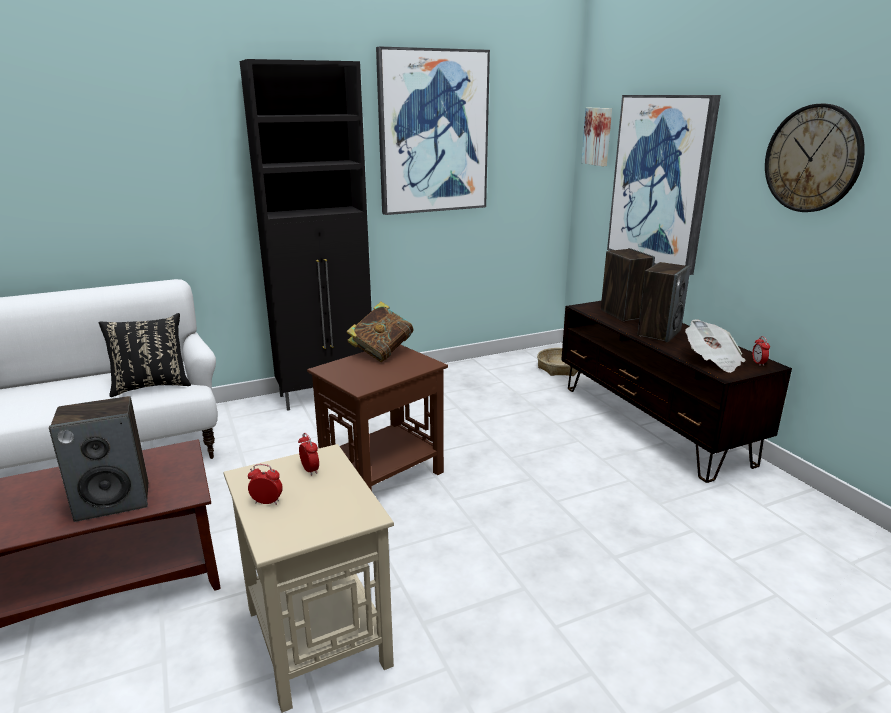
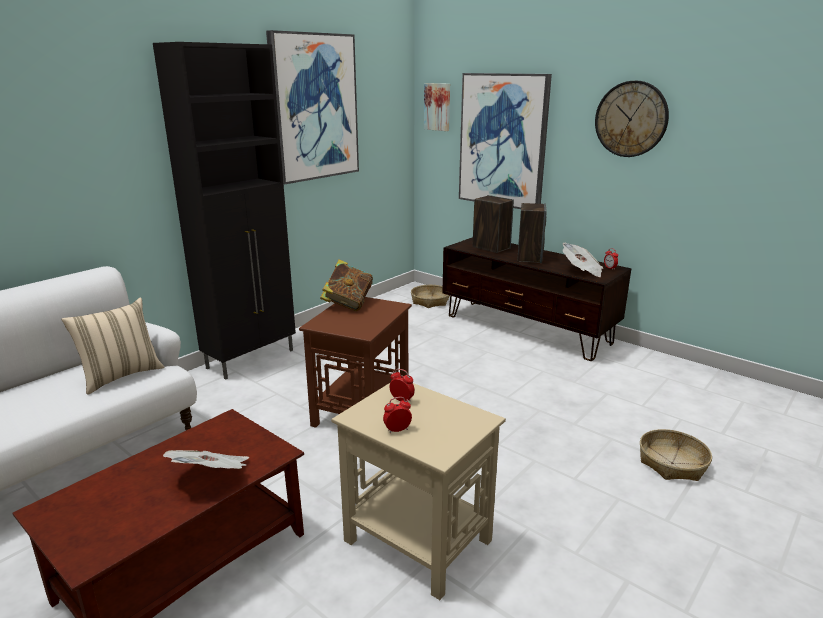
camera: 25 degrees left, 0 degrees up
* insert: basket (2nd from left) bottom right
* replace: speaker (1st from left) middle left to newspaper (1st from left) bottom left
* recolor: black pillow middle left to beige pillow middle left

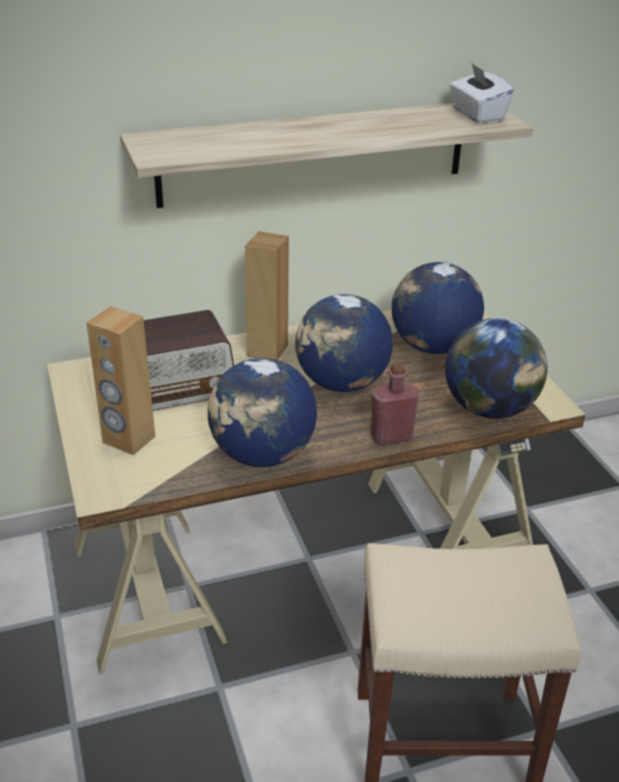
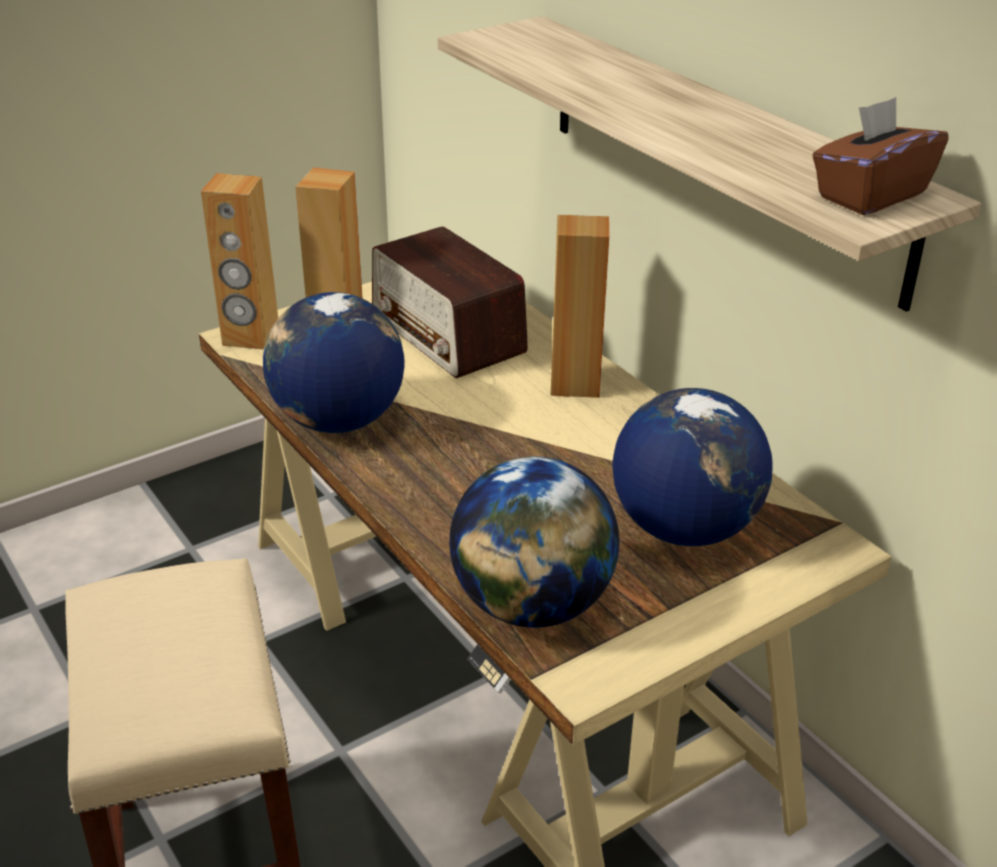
camera: 75 degrees right, 0 degrees up
* delete: globe (2nd from left) centre
* delete: red bottle centre
* insert: brown speaker (1st from left) top left
* recolor: white tissue box top right to brown tissue box top right

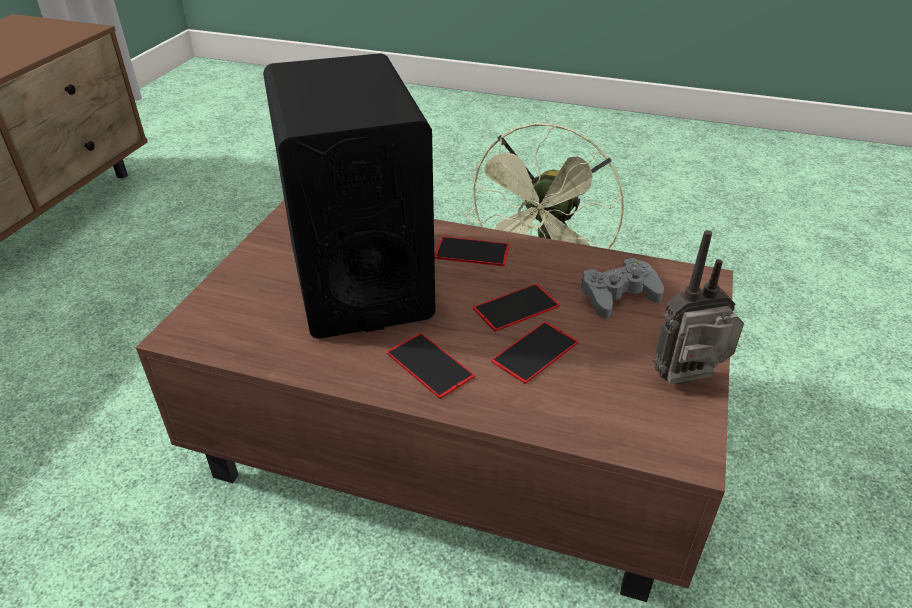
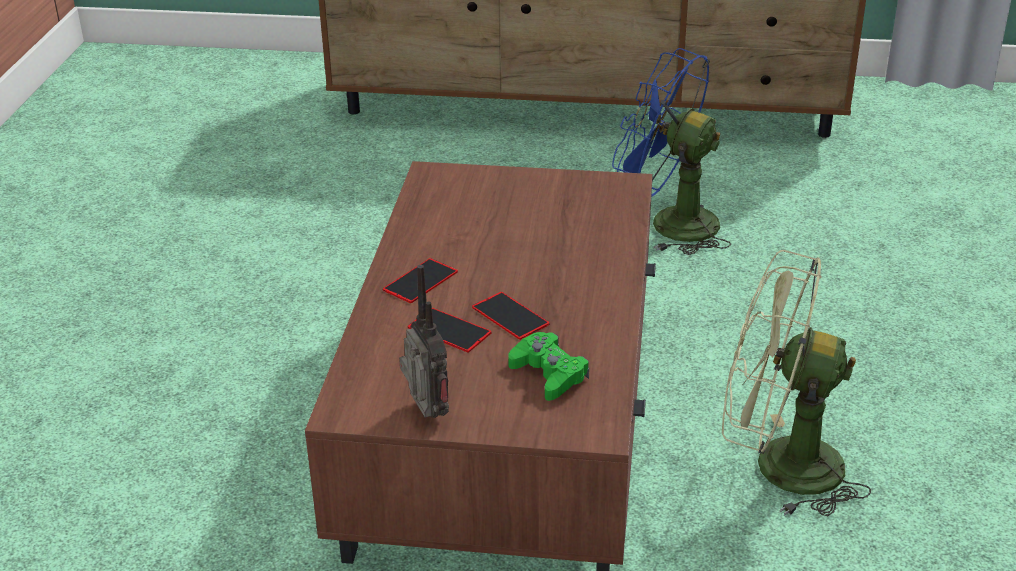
camera: 80 degrees right, 5 degrees down
* delete: black speaker top centre
* delete: phone (2nd from left) centre
* insert: blue fan top centre
* recolor: grey game controller middle right to green game controller centre

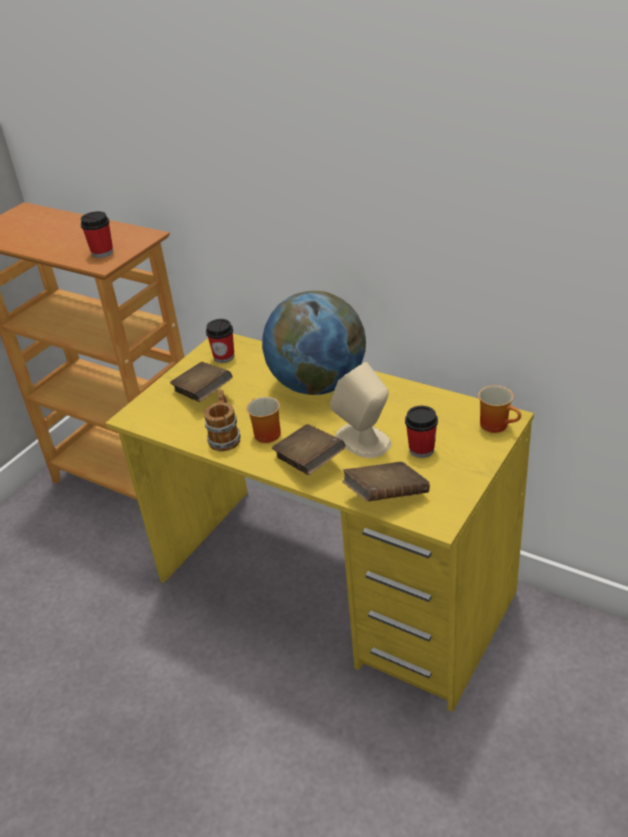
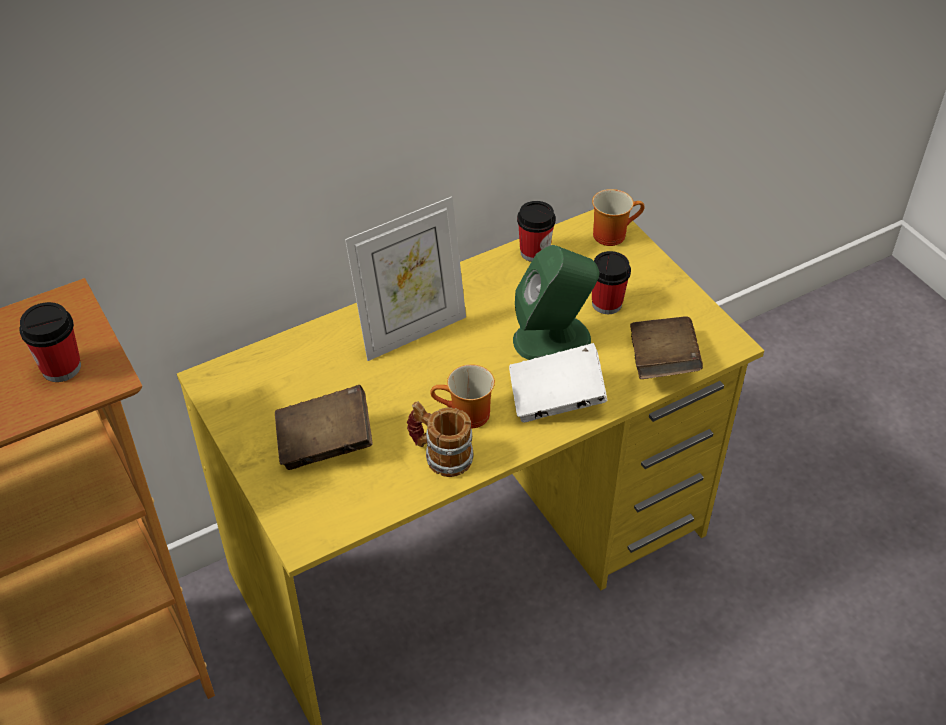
camera: 65 degrees left, 10 degrees up
* move: cup (2nd from left) centre to top centre
* replace: globe centre to picture frame centre
* recolor: brown book (2nd from left) centre to white book centre
* recolor: beige speaker centre to green speaker centre

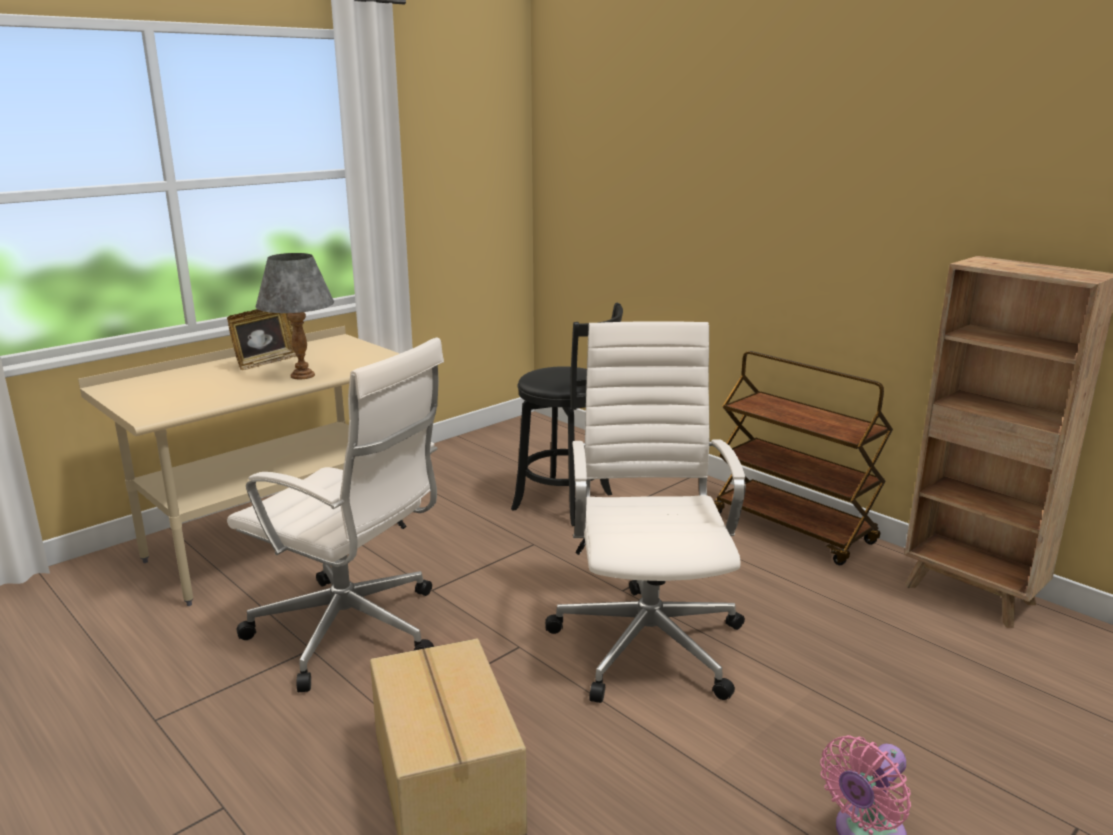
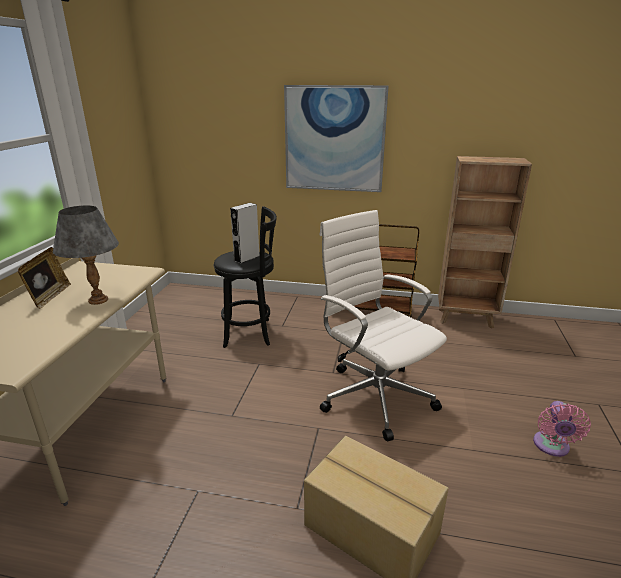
camera: 35 degrees left, 5 degrees up
* delete: white office chair (1st from left) middle left
* insert: grey speaker centre
* insert: picture top centre

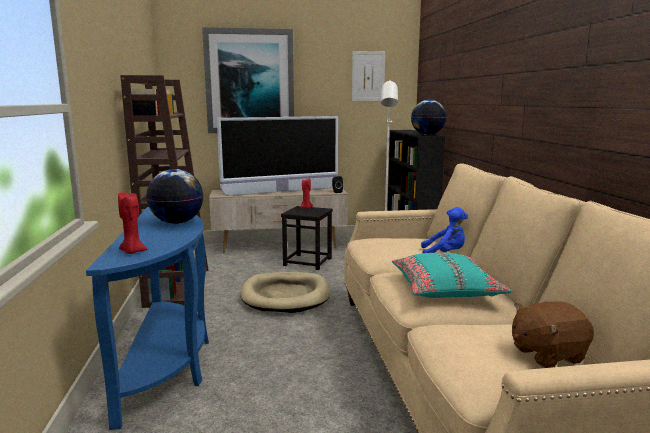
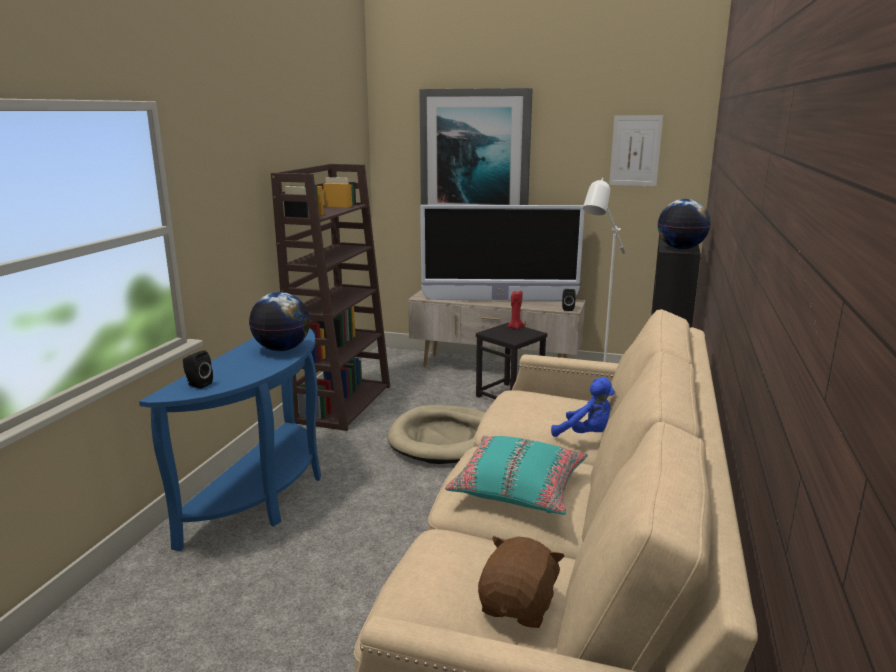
camera: 25 degrees right, 5 degrees up
* replace: red candle (1st from left) middle left to black speaker (1st from left) middle left
* rotate: brown plush toy bottom right = bottom centre 105 degrees clockwise

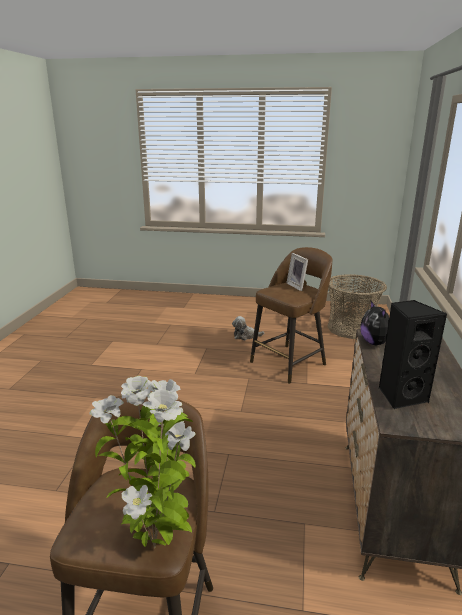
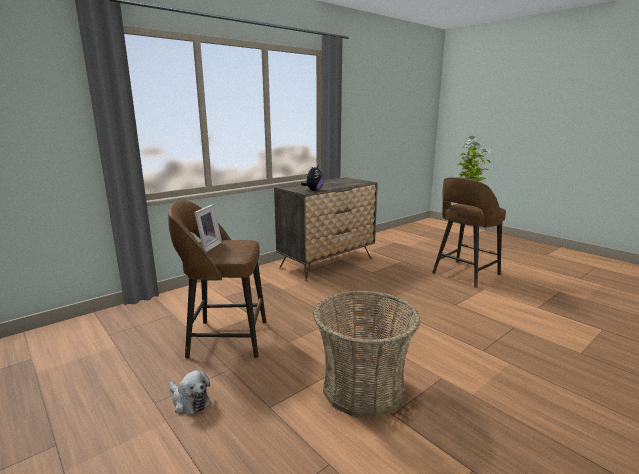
camera: 140 degrees left, 5 degrees down
* delete: black speaker middle right
* move: basket middle right to bottom centre

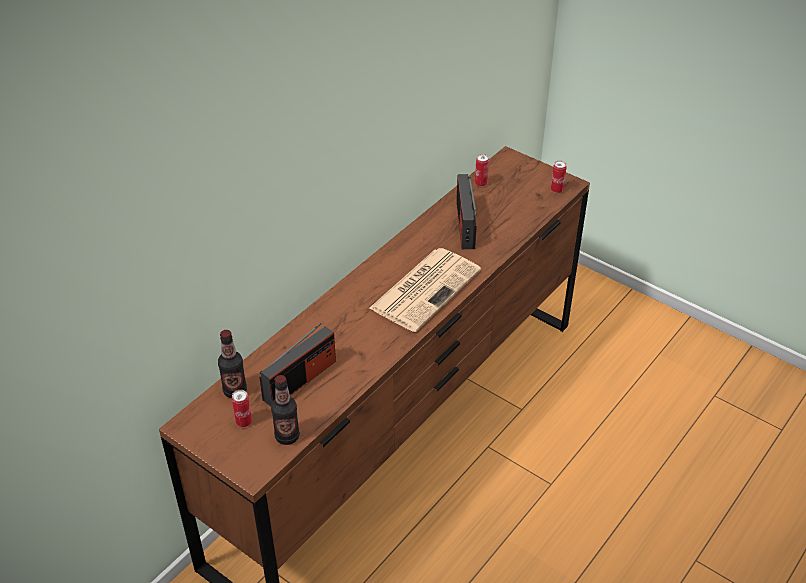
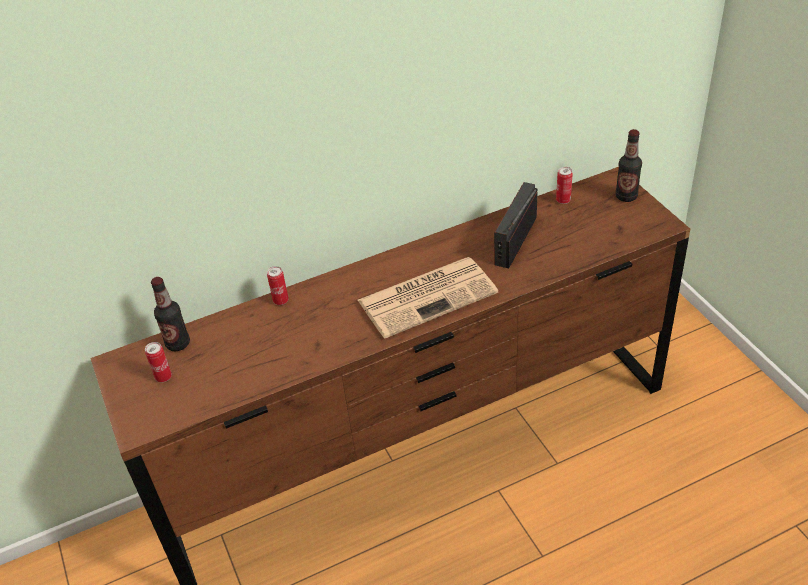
camera: 30 degrees right, 0 degrees up
* delete: radio (1st from left) centre
* move: bottle (2nd from left) bottom centre to top right
* move: can (3rd from left in the first image) top right to can (2nd from left) centre

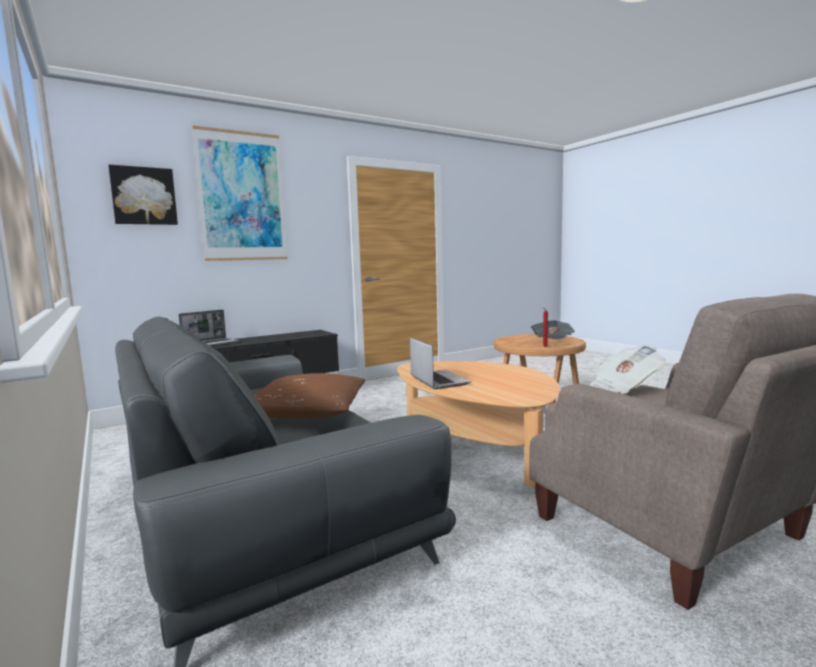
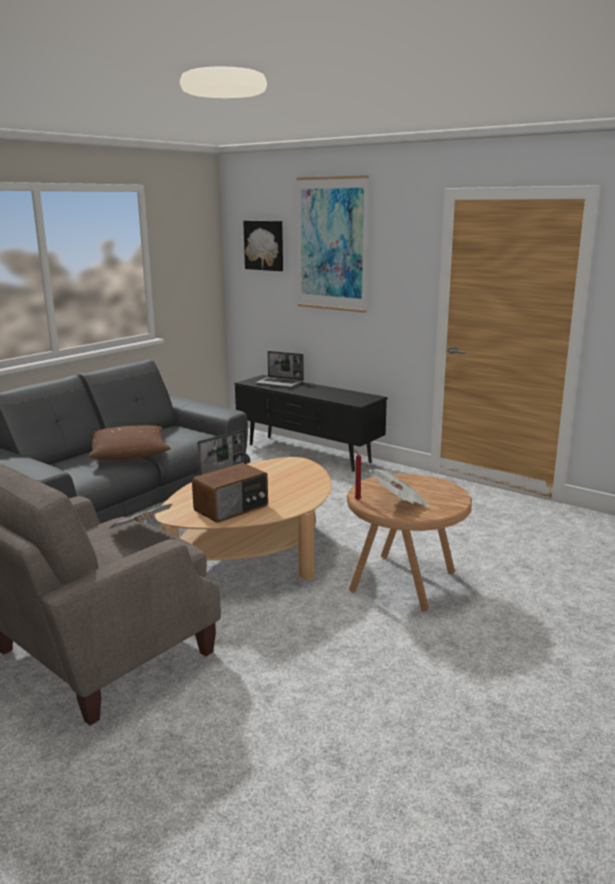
camera: 70 degrees right, 10 degrees up
* insert: radio centre

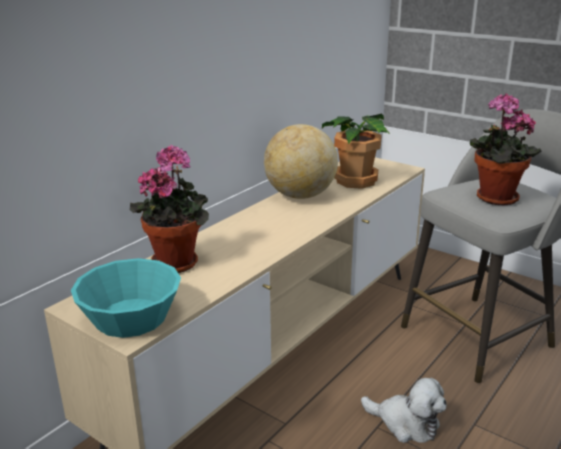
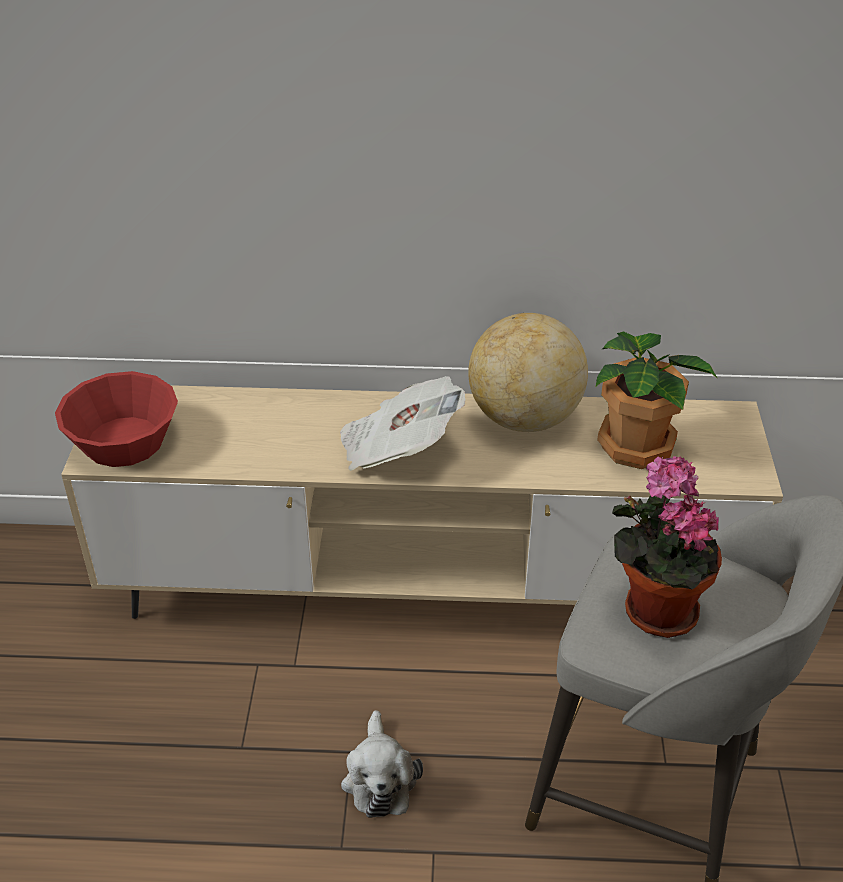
camera: 55 degrees right, 15 degrees up
* delete: potted plant (1st from left) middle left
* insert: newspaper centre
* recolor: turquoise bowl middle left to red bowl middle left

